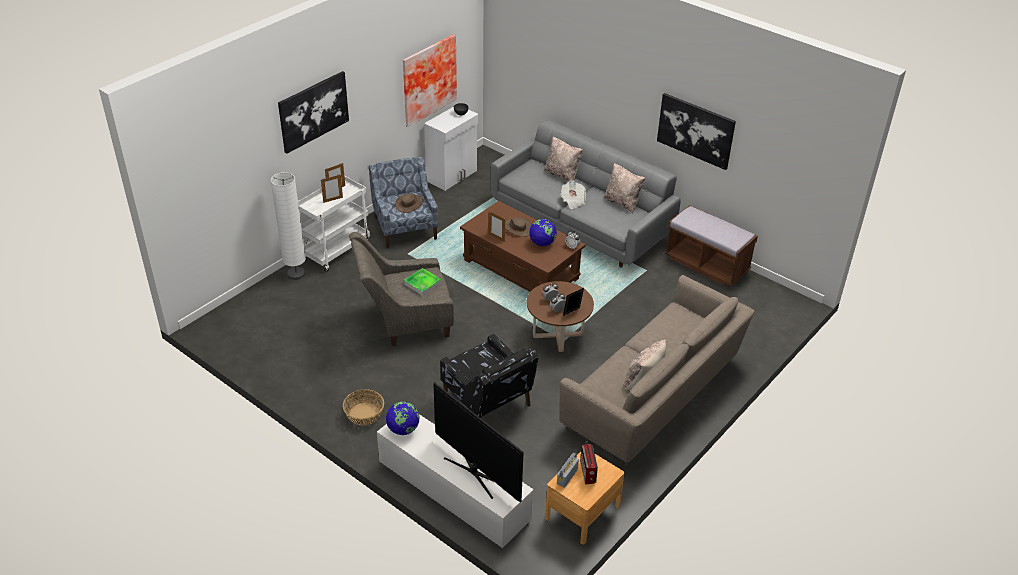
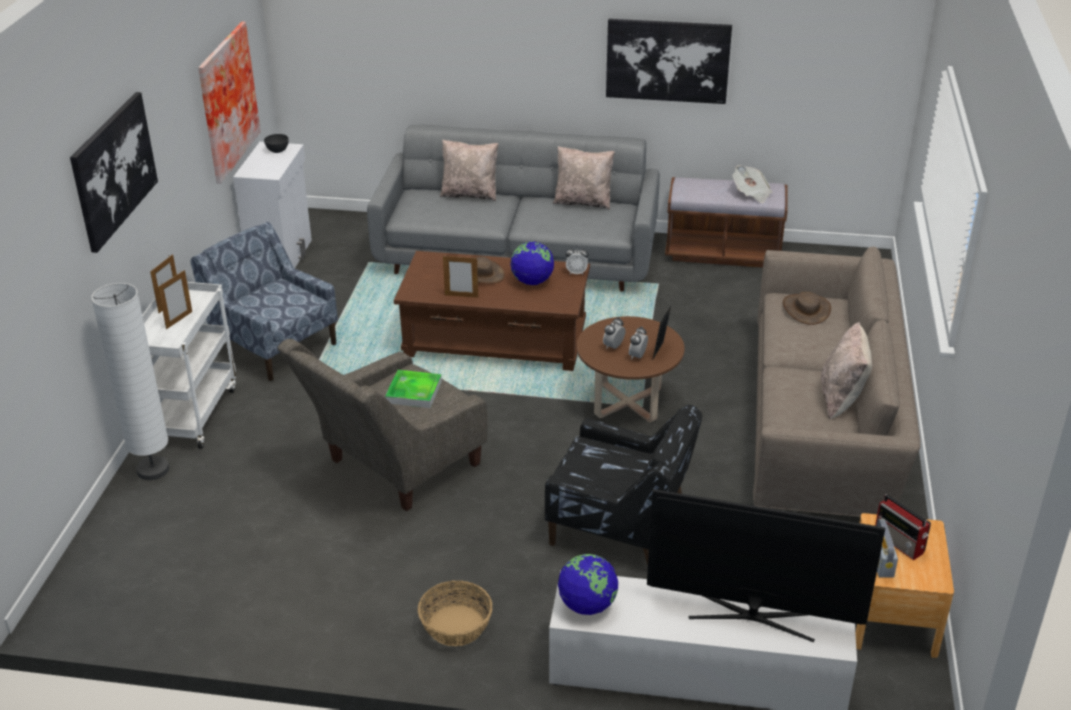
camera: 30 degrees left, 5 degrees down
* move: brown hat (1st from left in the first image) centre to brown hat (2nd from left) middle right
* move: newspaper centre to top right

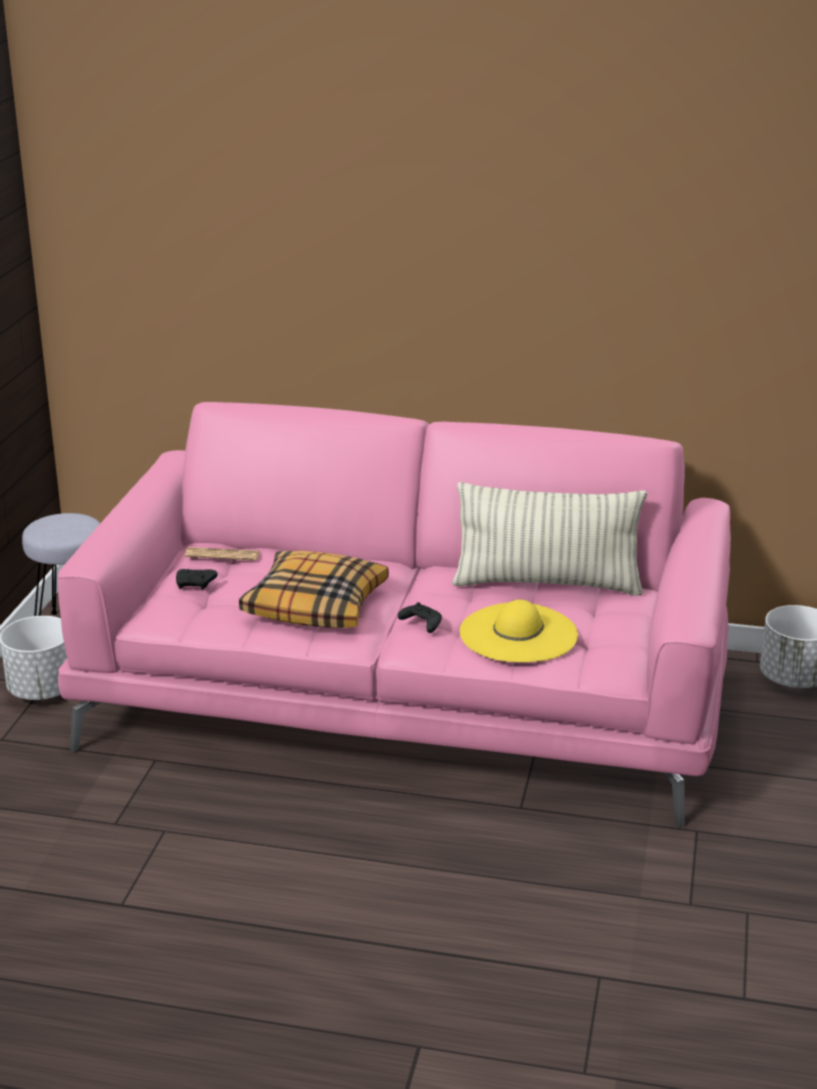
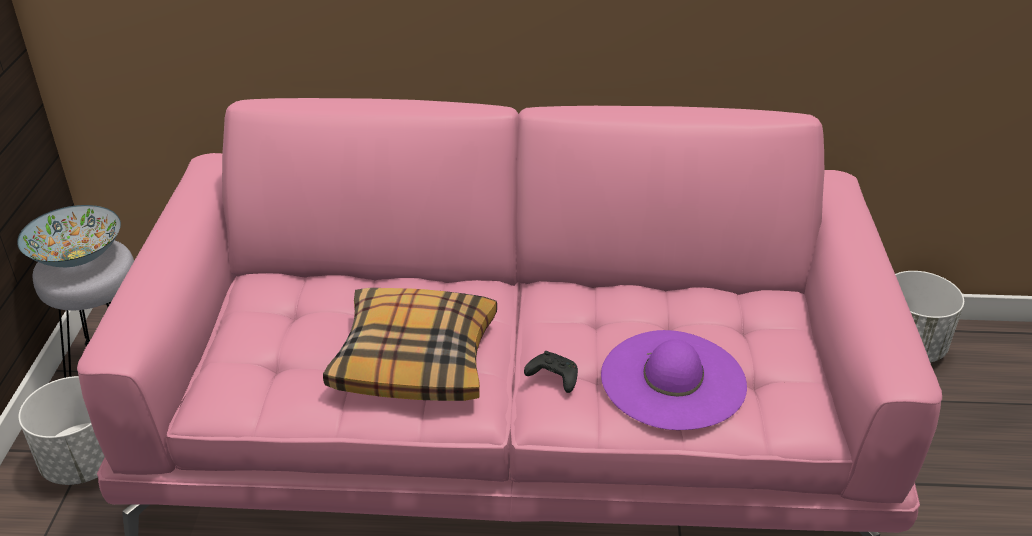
camera: 10 degrees left, 10 degrees up
* delete: black game controller (1st from left) middle left
* delete: newspaper middle left
* delete: pillow (2nd from left) middle right
* insert: bowl middle left
* recolor: yellow hat centre to purple hat bottom centre

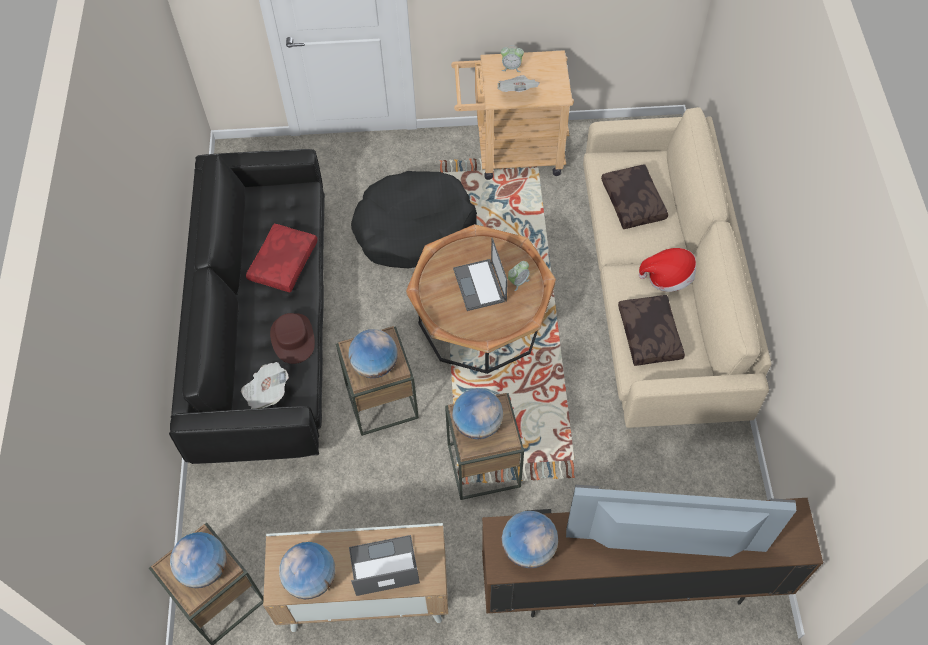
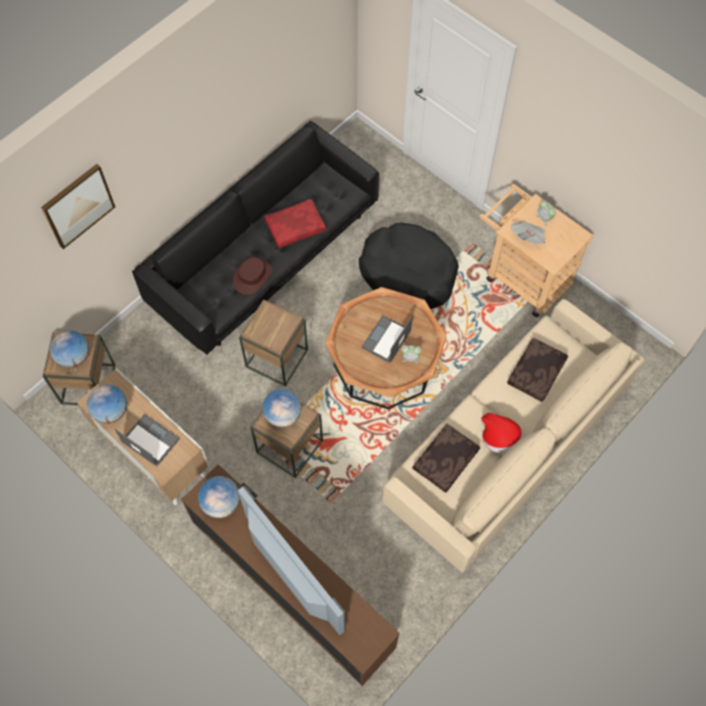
camera: 45 degrees right, 5 degrees up
* delete: newspaper (1st from left) middle left
* delete: globe (3rd from left) centre
* insert: picture top left

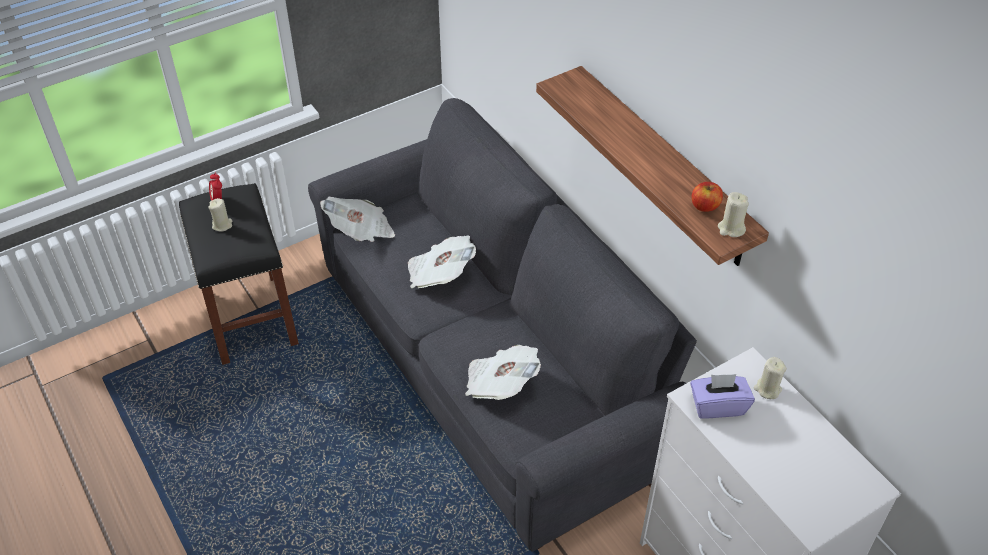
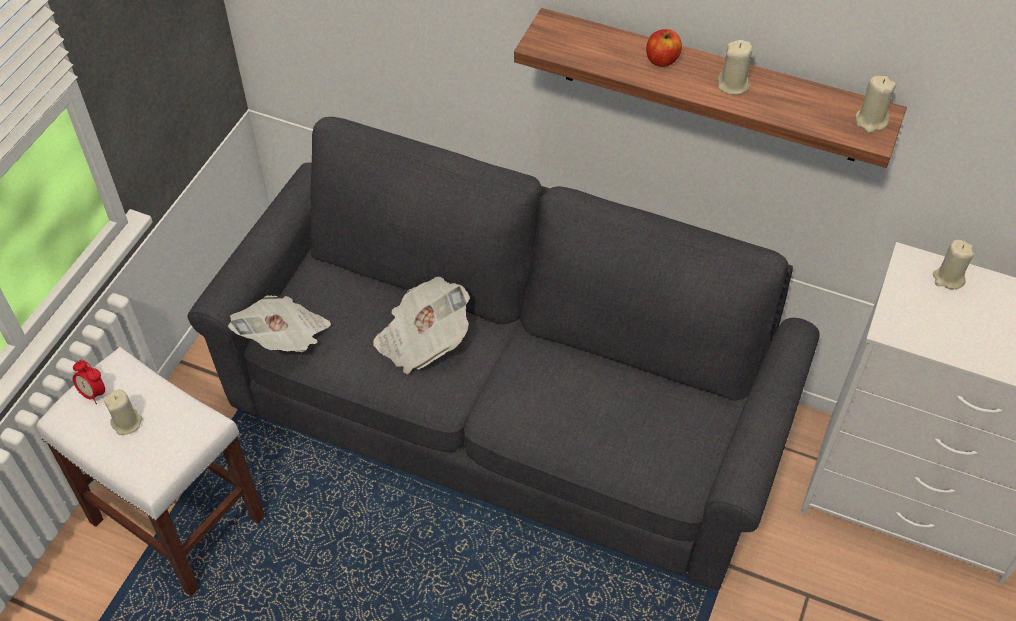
camera: 35 degrees left, 5 degrees up
* delete: newspaper (3rd from left) bottom centre
* delete: purple tissue box bottom right
* insert: beige candle (2nd from left) top right
* move: apple middle right to top centre
* recolor: black stool middle left to white stool bottom left

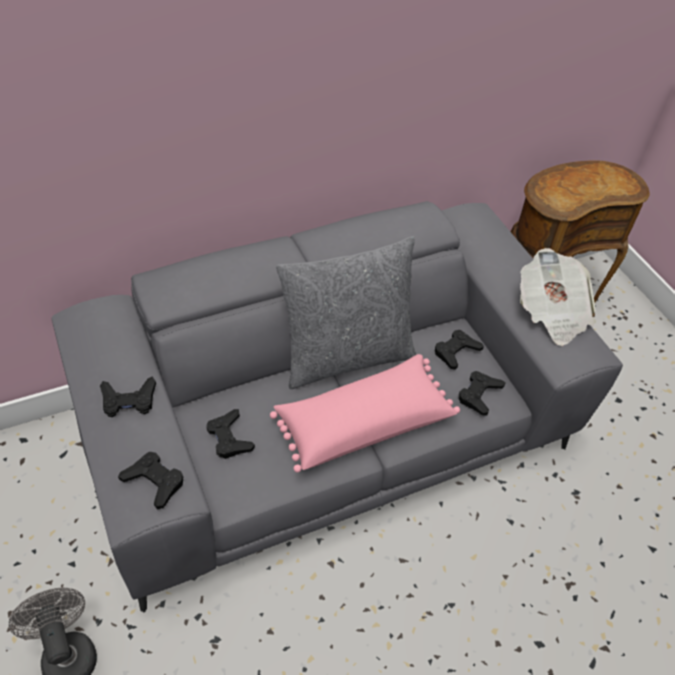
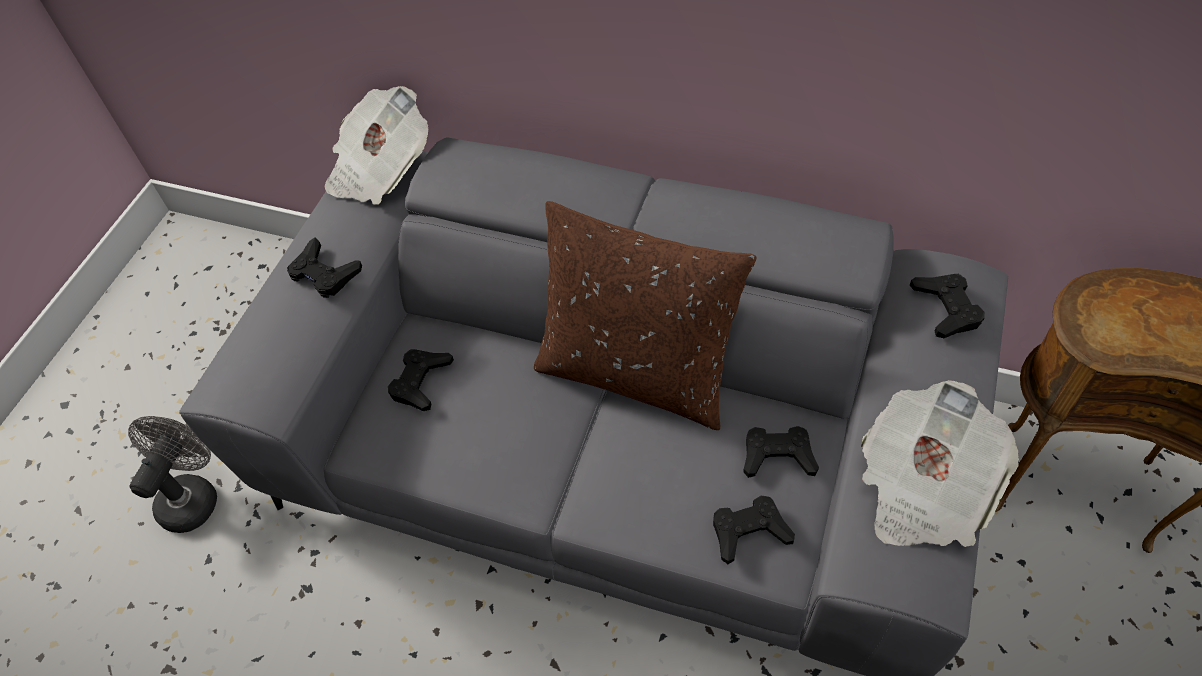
camera: 50 degrees right, 5 degrees up
* delete: pink pillow centre
* insert: newspaper (1st from left) top left
* move: black game controller (2nd from left in the first image) bottom left to black game controller (5th from left) middle right
* recolor: grey pillow centre to brown pillow centre

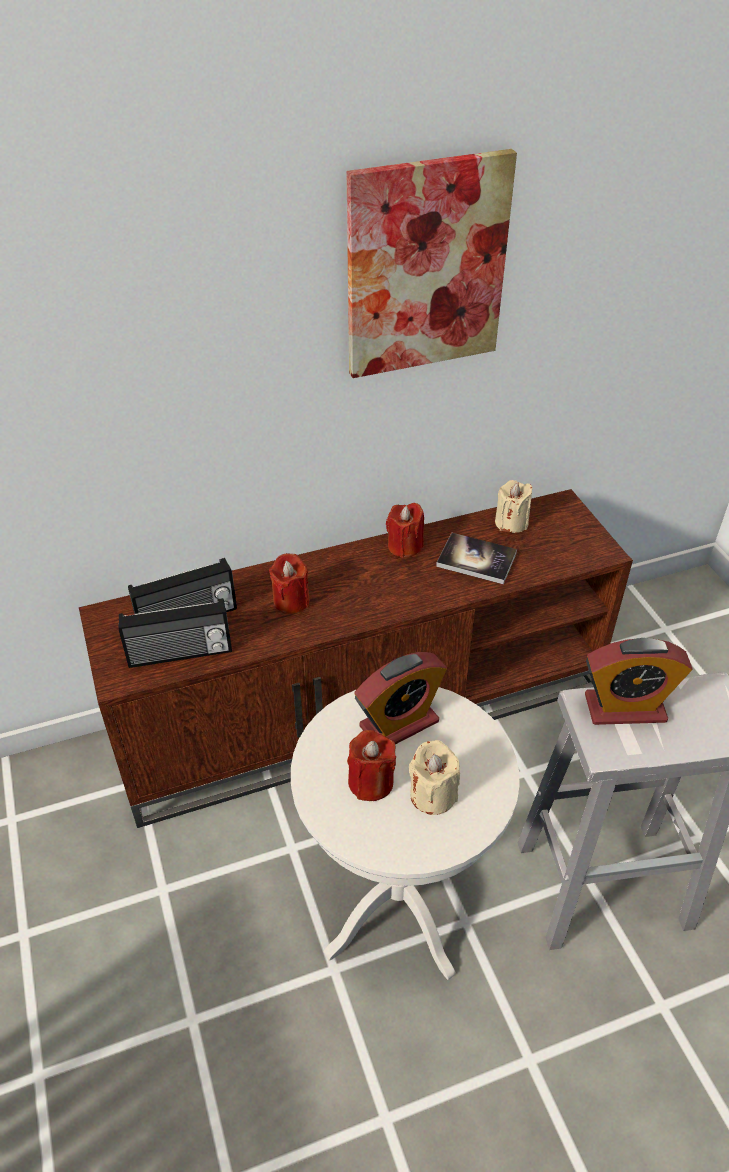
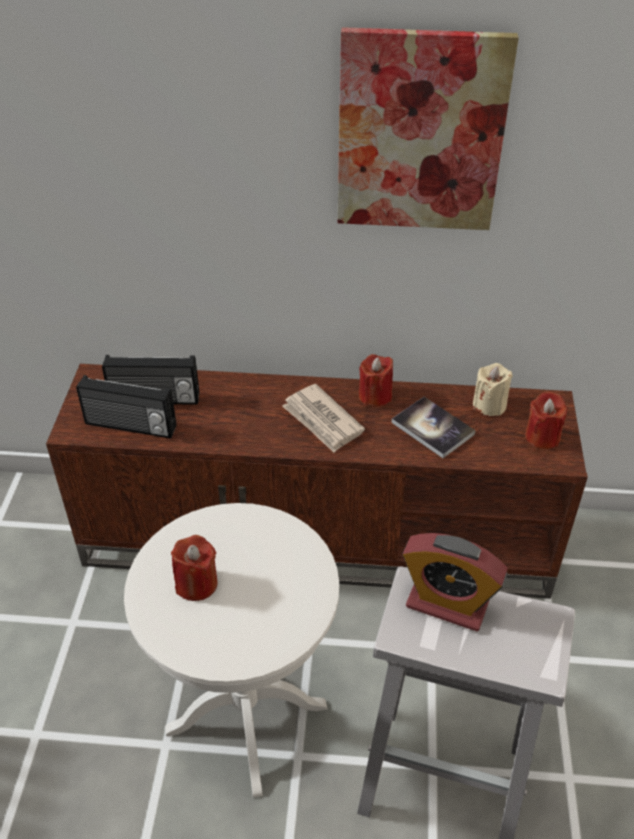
camera: 25 degrees right, 0 degrees up
* delete: alarm clock (1st from left) centre
* delete: beige candle (1st from left) centre
* insert: newspaper centre
* move: red candle (1st from left in the first image) centre to red candle (3rd from left) middle right

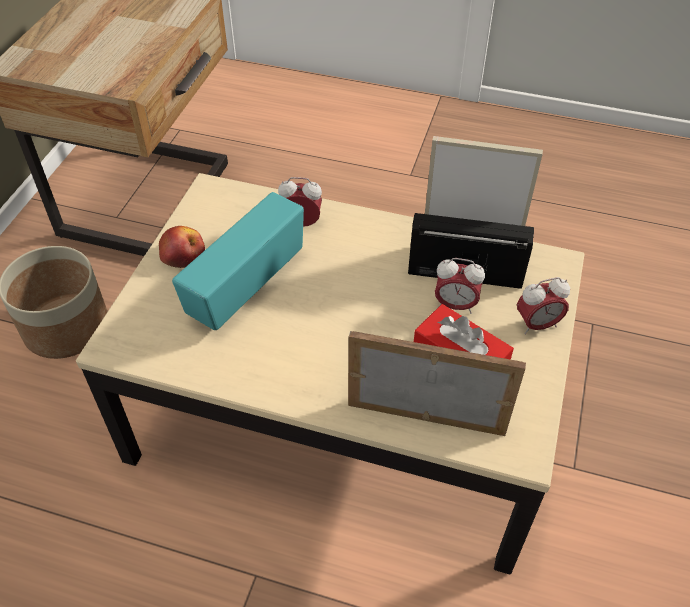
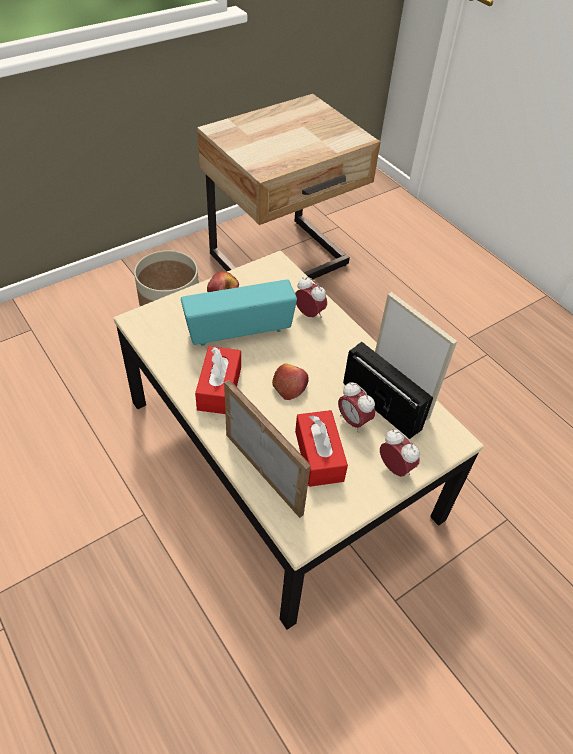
camera: 35 degrees right, 0 degrees up
* insert: red tissue box (1st from left) centre
* insert: apple (2nd from left) centre
* rotate: alarm clock (3rd from left) middle right = middle right 150 degrees counterclockwise

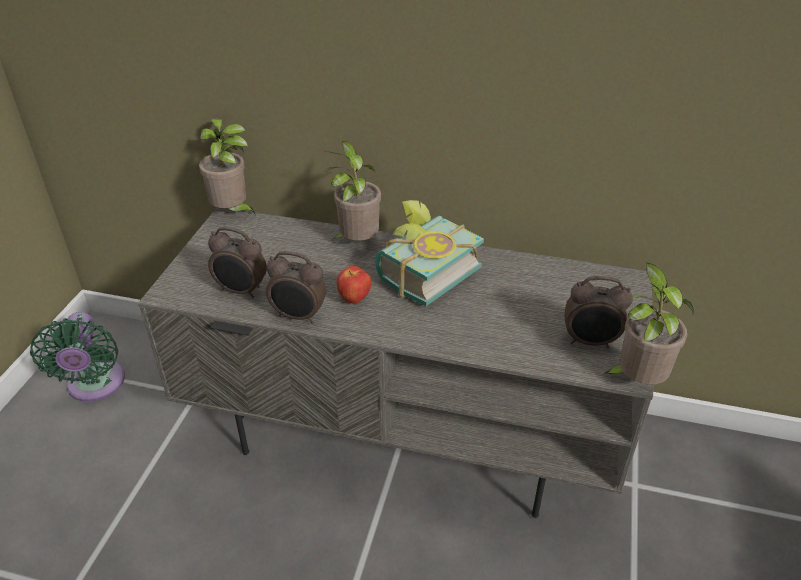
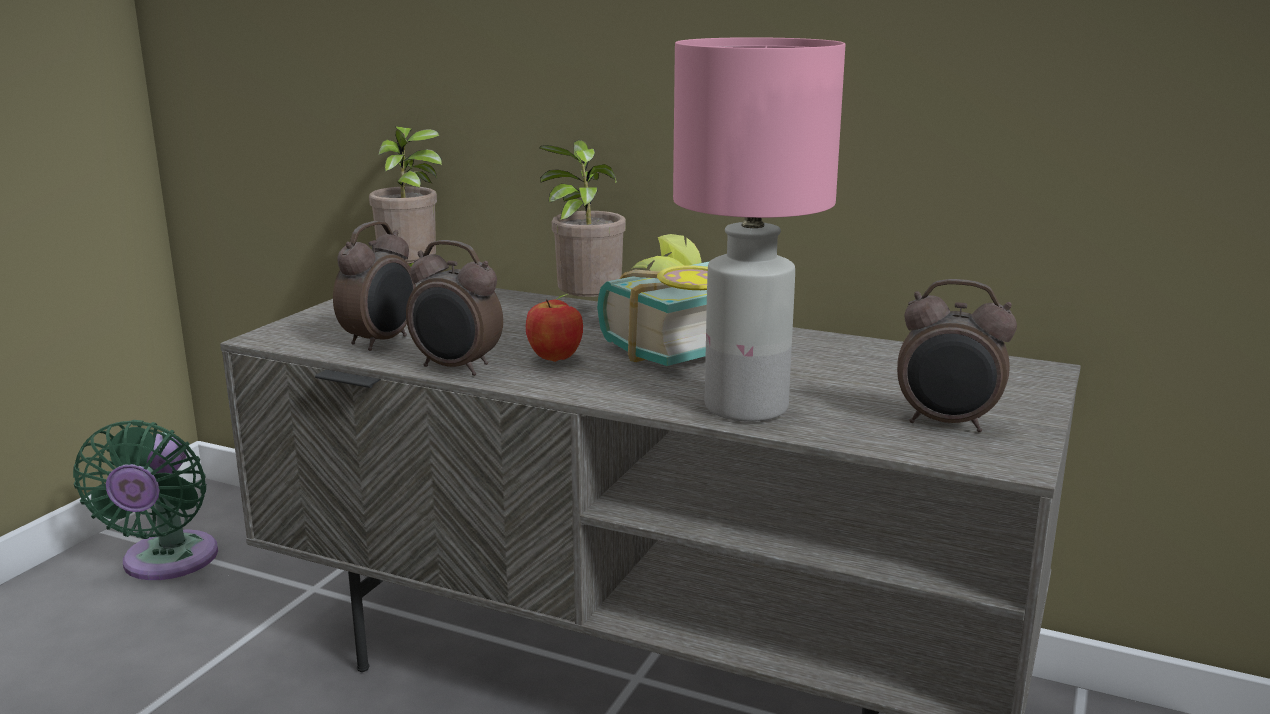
camera: 10 degrees right, 20 degrees down
* delete: potted plant (3rd from left) middle right
* insert: pink table lamp top centre
* rotate: alarm clock (1st from left) middle left = middle left 90 degrees counterclockwise

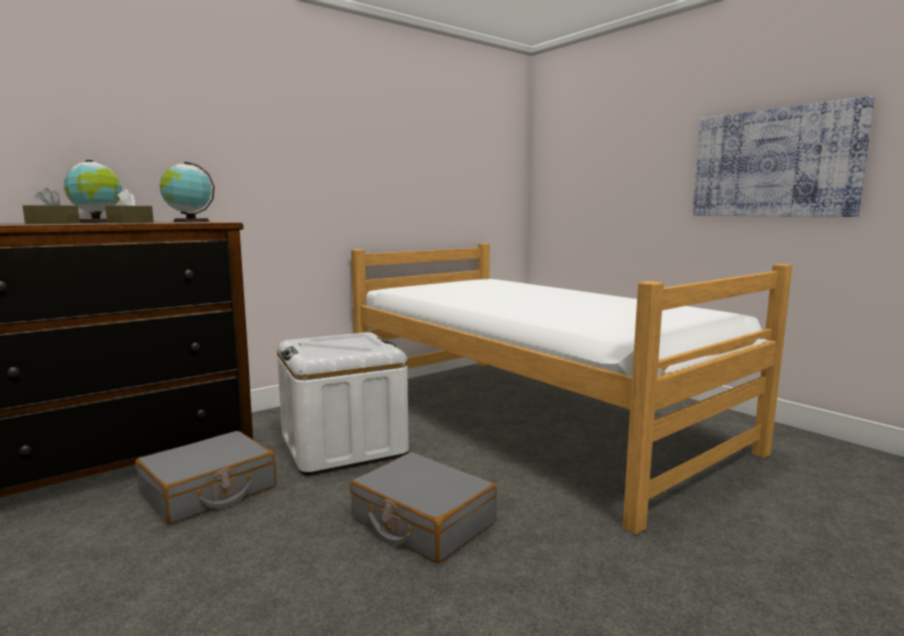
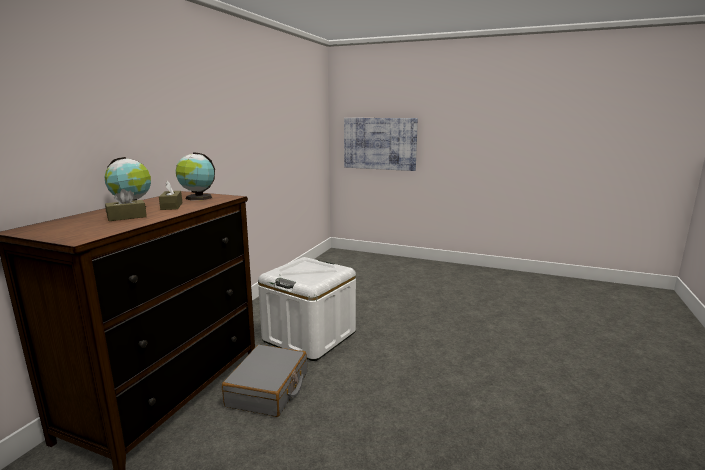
camera: 30 degrees left, 5 degrees up
* delete: grey suitcase (2nd from left) bottom centre
* delete: bed centre
* move: picture top right to top centre

